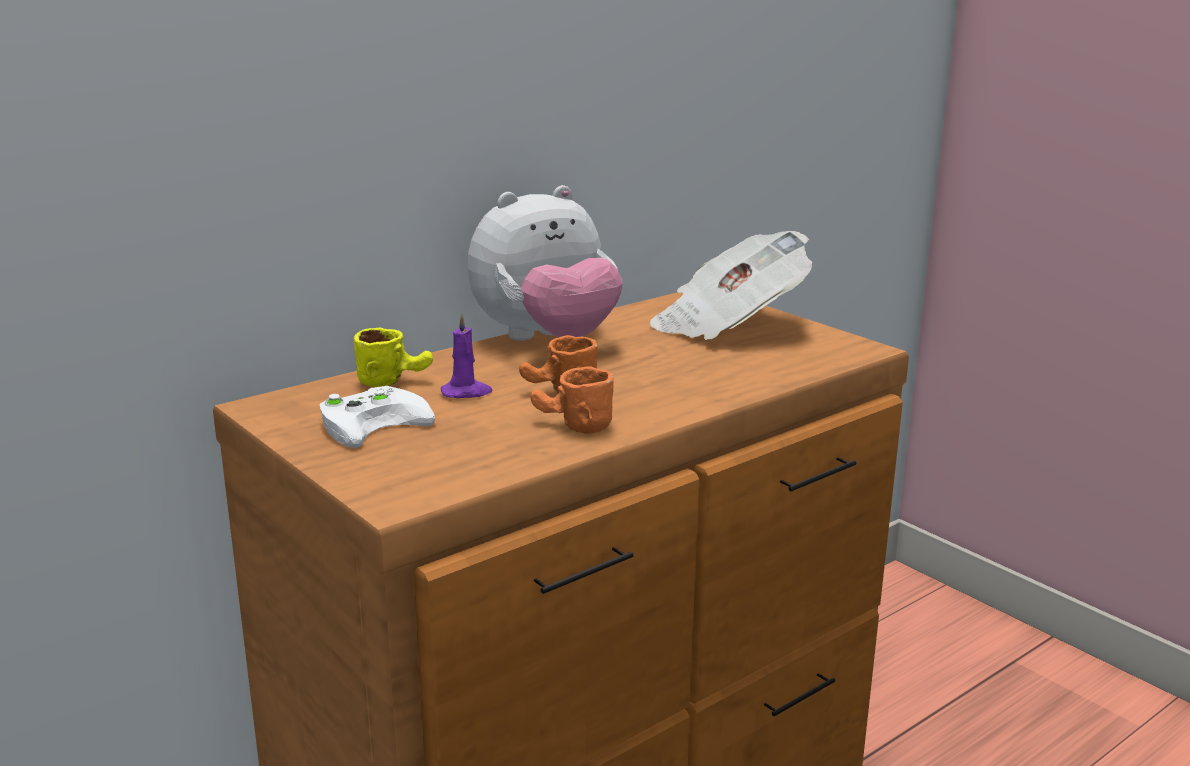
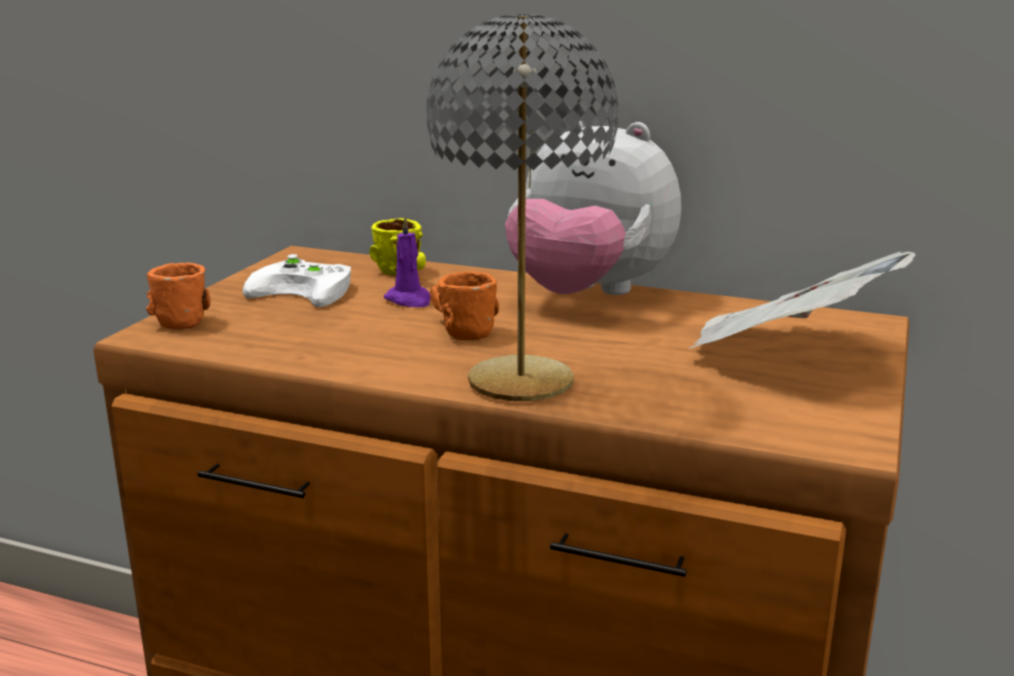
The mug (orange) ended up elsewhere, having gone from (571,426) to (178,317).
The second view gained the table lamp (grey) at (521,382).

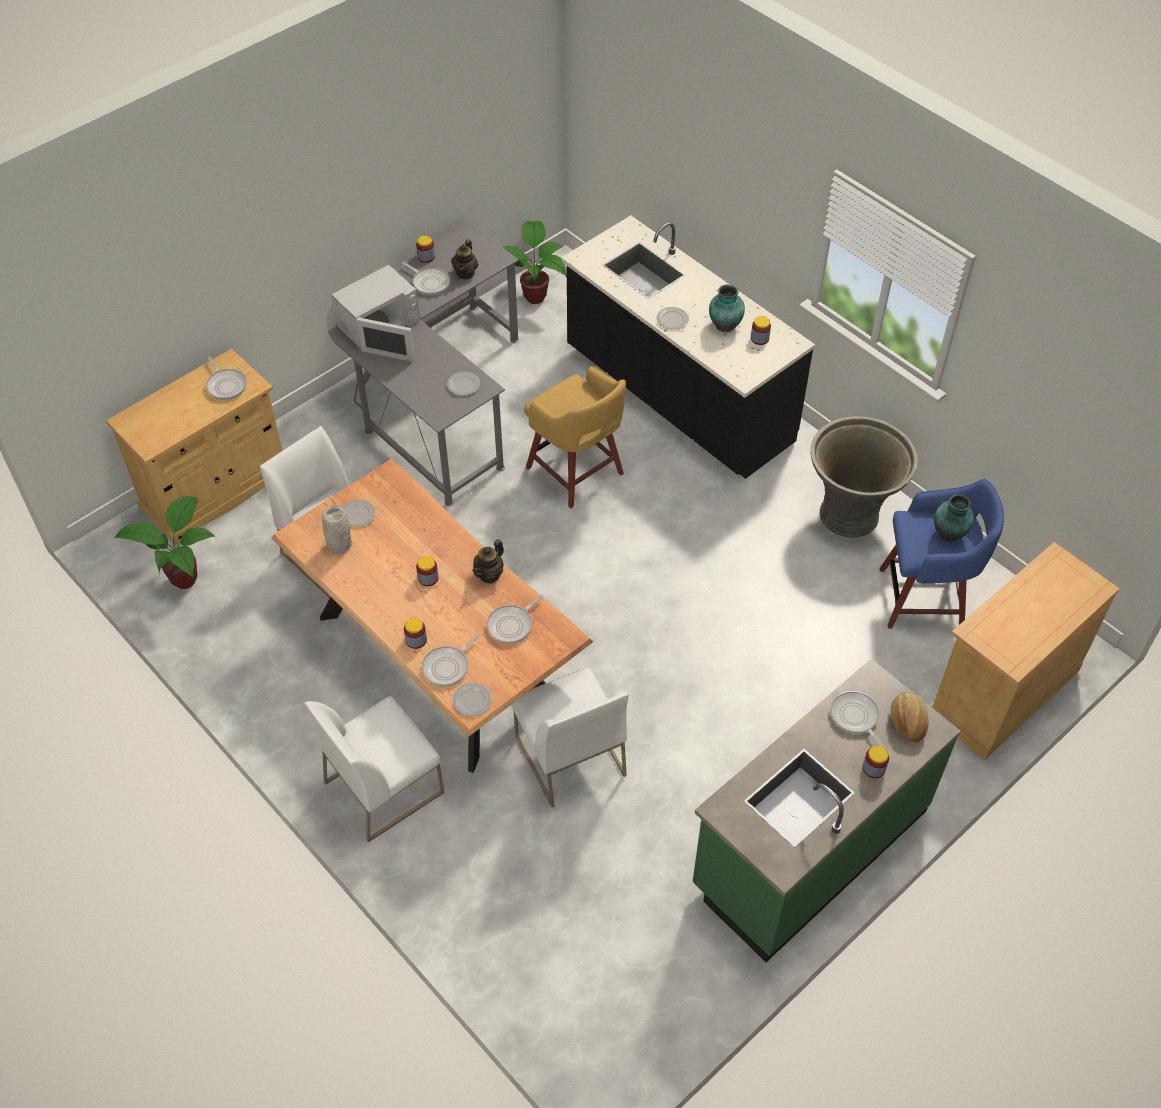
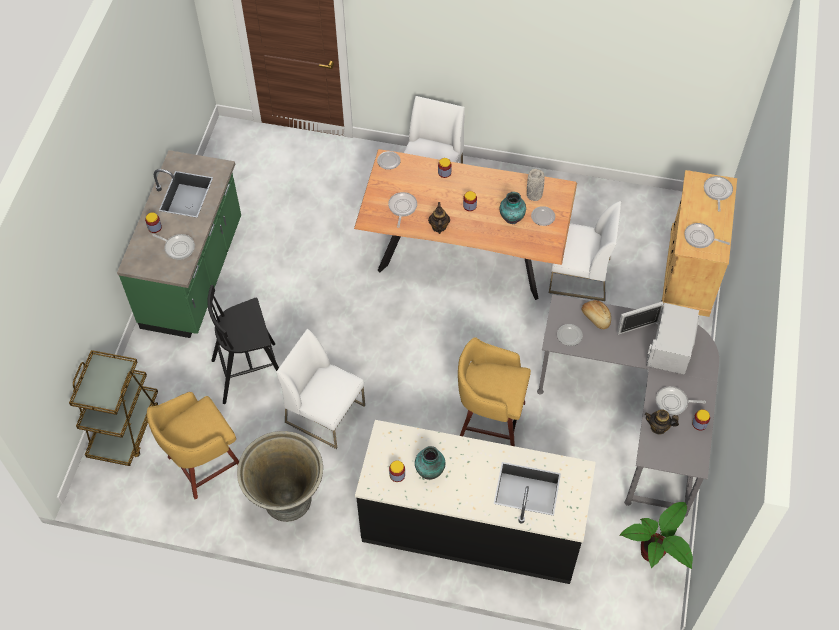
The teapot at (465,273) ended up facing another way, 60 degrees counterclockwise from before.
The second view lost the plate at (672,319).
What was the stool (blue) at (925,599) turned into the stool (yellow) at (203,464).
The vase ended up elsewhere, having gone from (949,534) to (511,218).
The second view lost the potted plant at (186,577).
Where the cabinet (beige) stood at (1003,691), the cart (brown) came to stand at (124,428).
The frying pan ended up elsewhere, having gone from (448,666) to (717,191).
The chair (white) ended up elsewhere, having gone from (569,755) to (326,413).
The bread ended up elsewhere, having gone from (908,721) to (595,318).
The second view gained the stool (black) at (251,372).

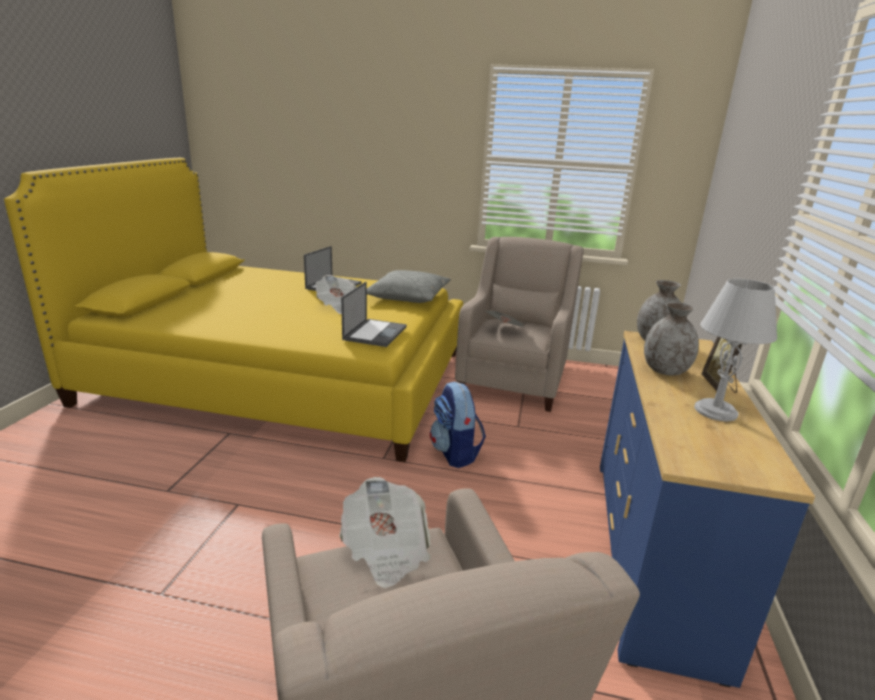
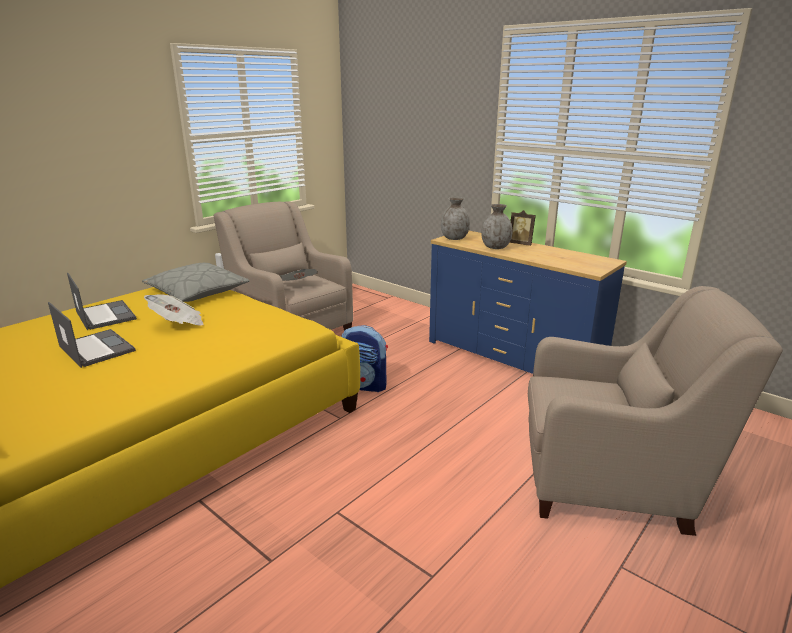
The second view lost the table lamp (grey) at (715,411).
The laptop ended up elsewhere, having gone from (375,333) to (96,348).
The second view lost the newspaper at (386,550).

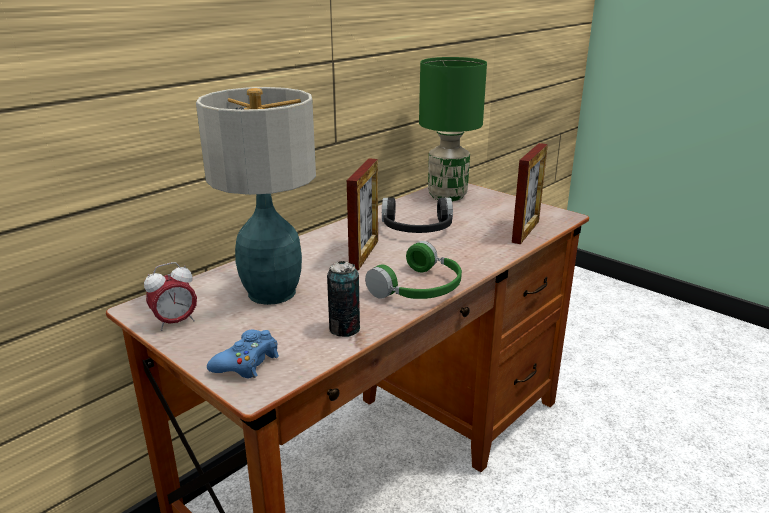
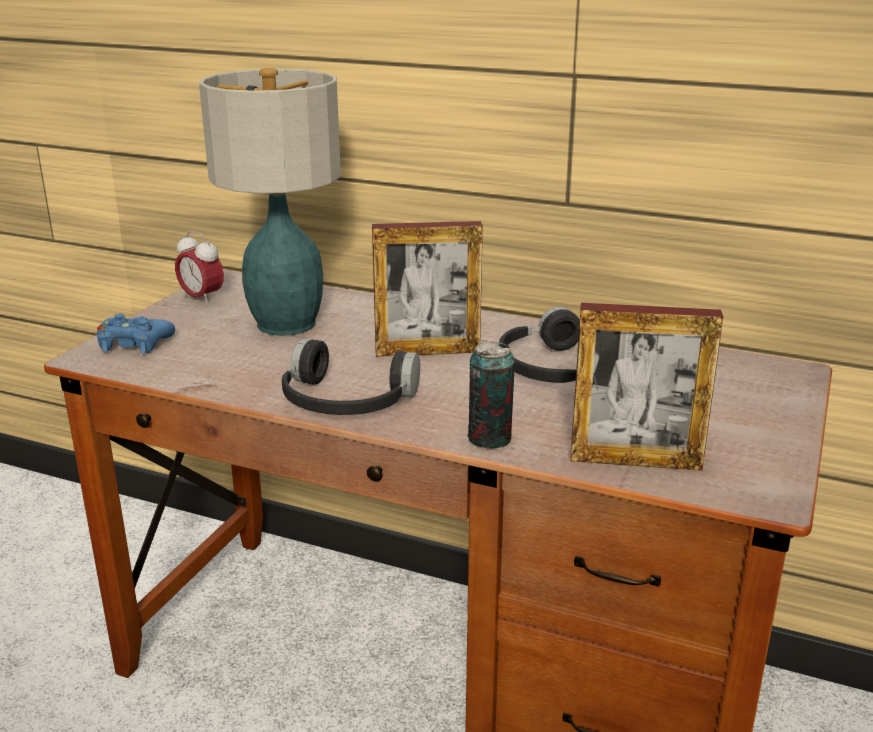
The second view lost the table lamp (green) at (448,196).
What was the headphones (green) at (420,288) turned into the headphones (black) at (345,402).
The can ended up elsewhere, having gone from (344,329) to (489,438).

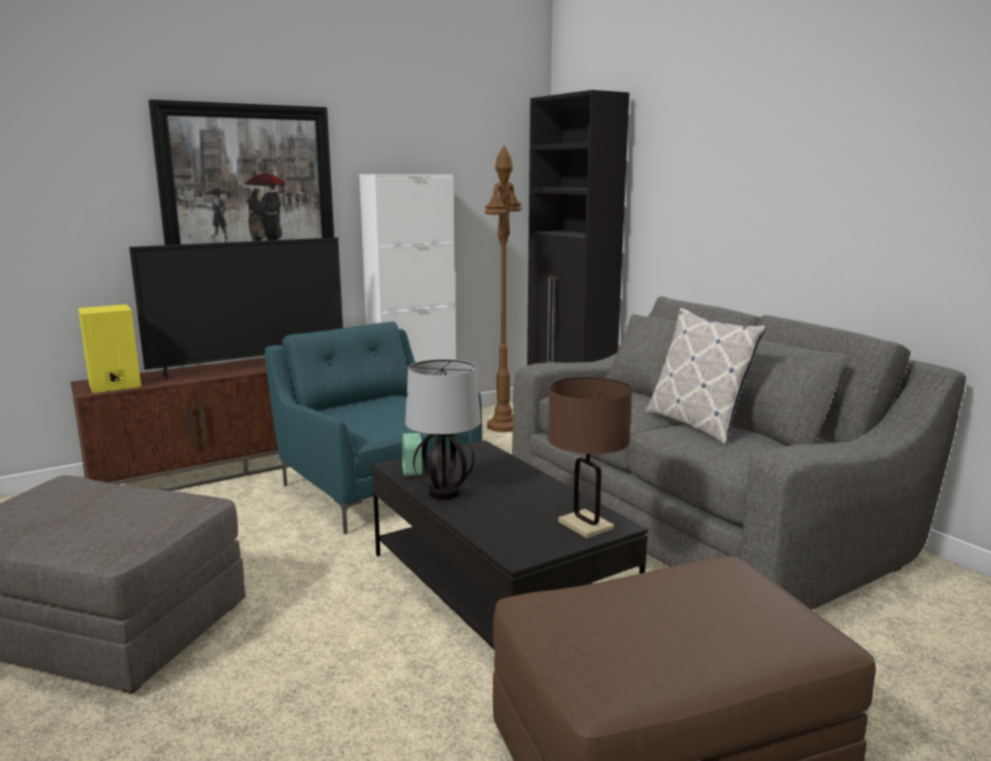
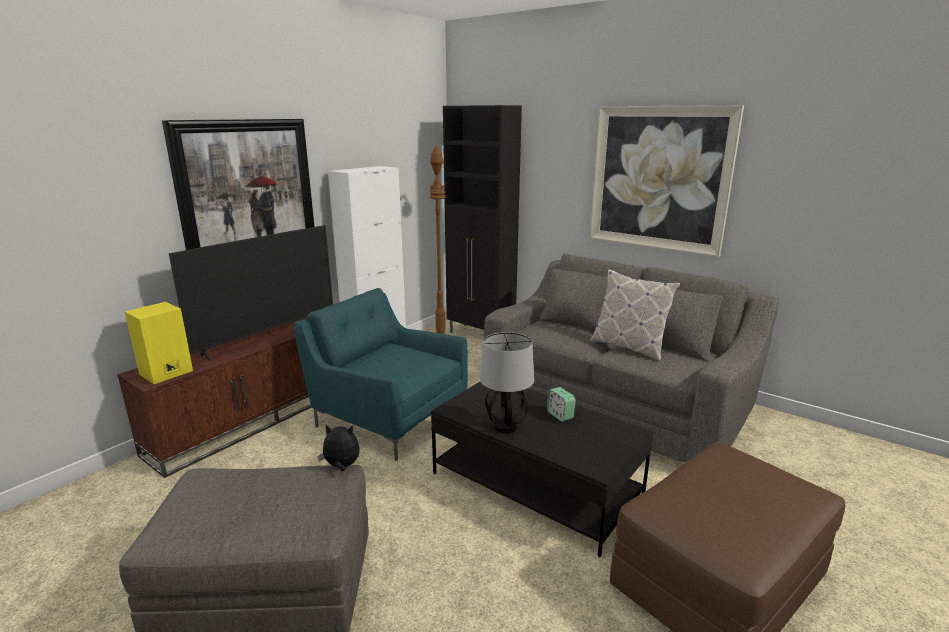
The second view lost the table lamp (brown) at (586,525).
The alarm clock ended up elsewhere, having gone from (412,470) to (560,415).
The second view gained the picture at (659,179).
The second view gained the plush toy at (342,466).

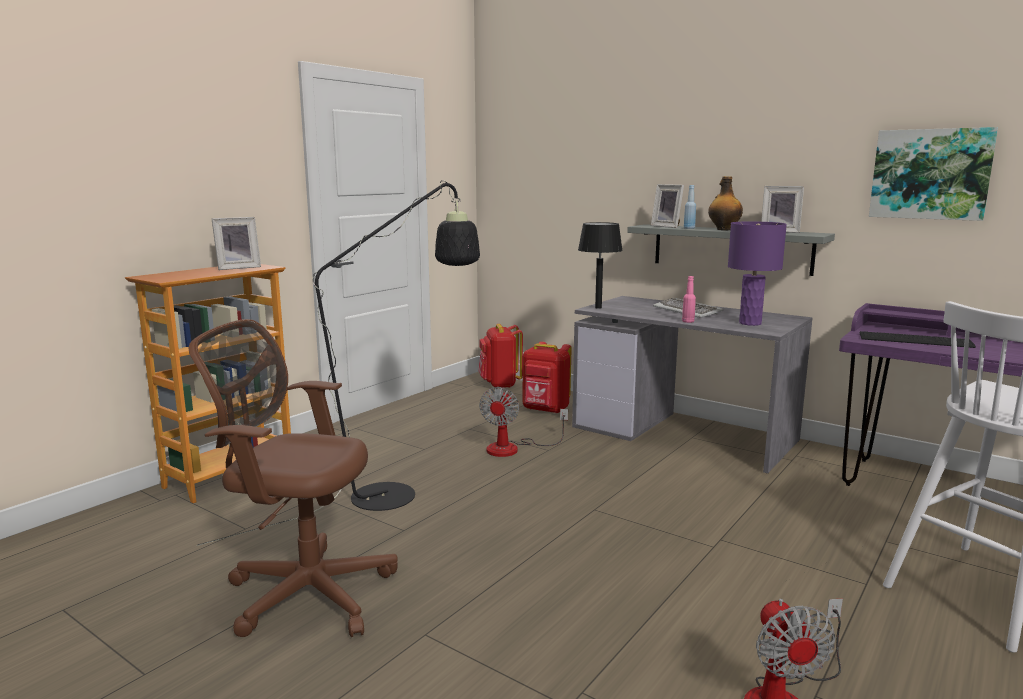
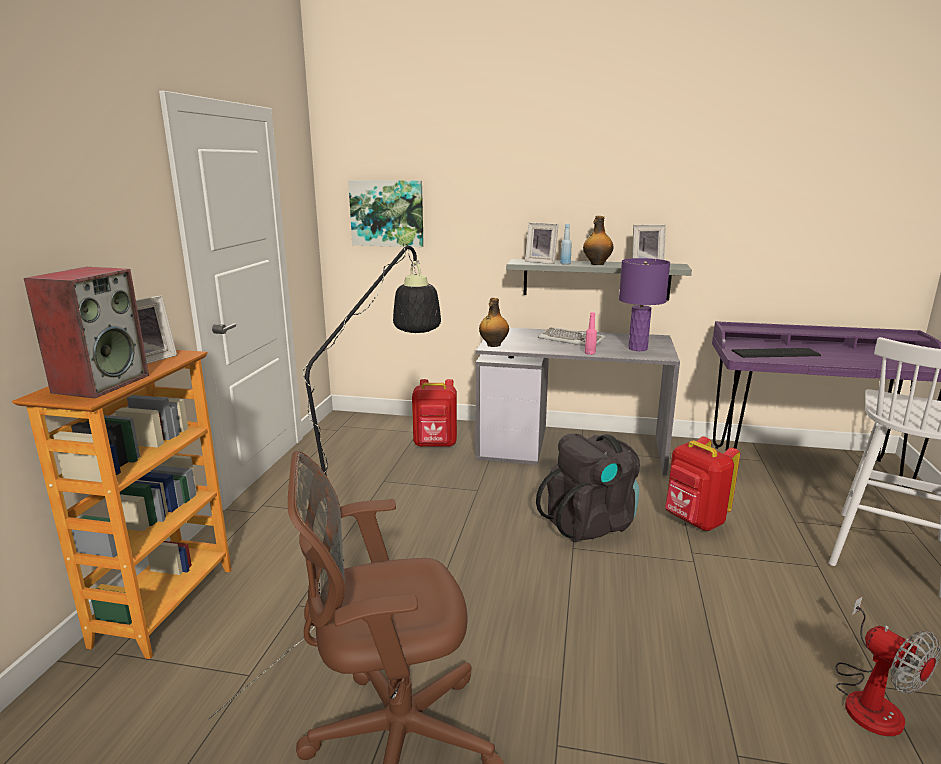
The picture ended up elsewhere, having gone from (930,174) to (387,213).
Where the table lamp (black) stood at (598,307), the bottle came to stand at (493,345).
The backpack (red) ended up elsewhere, having gone from (500,384) to (694,521).
The second view lost the fan at (513,448).
The second view gained the speaker at (101,383).
The second view gained the backpack (black) at (590,523).

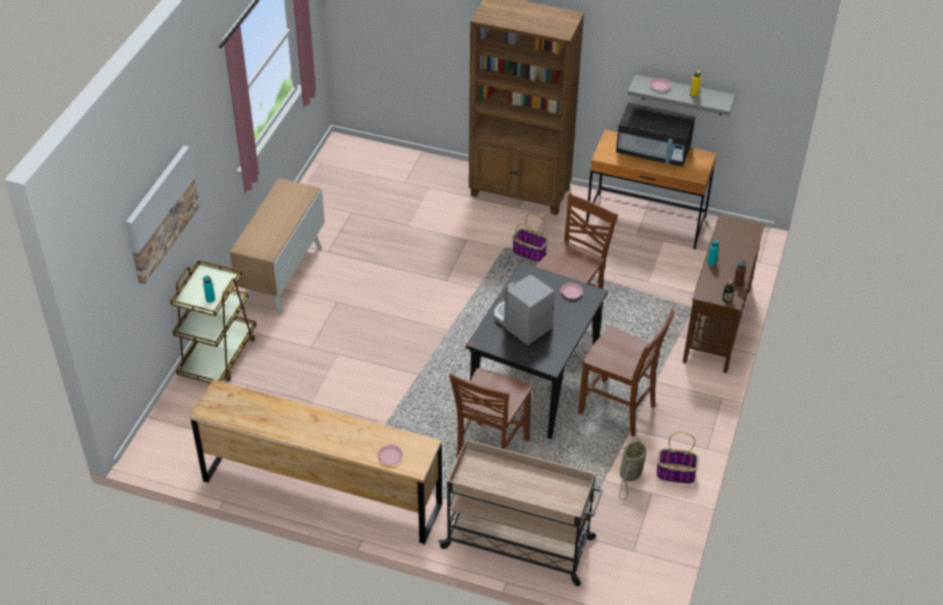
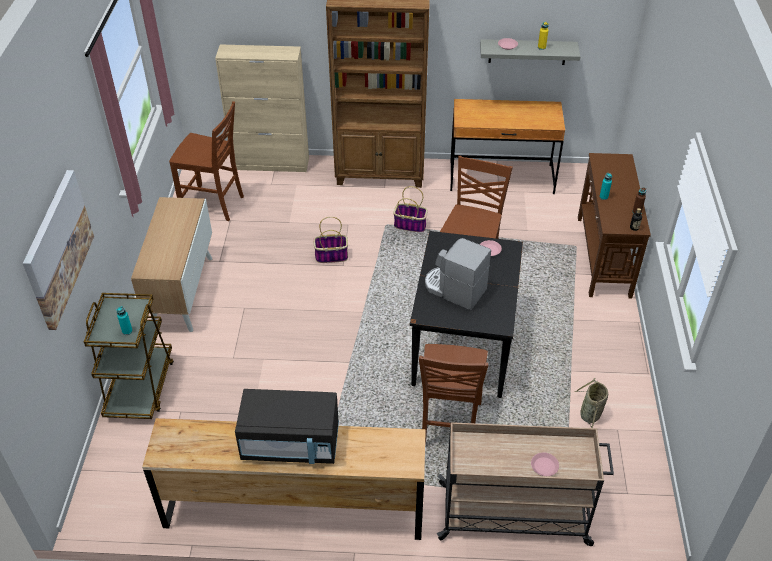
The microwave (black) ended up elsewhere, having gone from (653,152) to (291,443).
The chair (brown) ended up elsewhere, having gone from (618,409) to (214,204).
The basket ended up elsewhere, having gone from (675,474) to (331,256).
The plate (pink) ended up elsewhere, having gone from (390,456) to (544,466).
The second view gained the cabinet (beige) at (271,163).

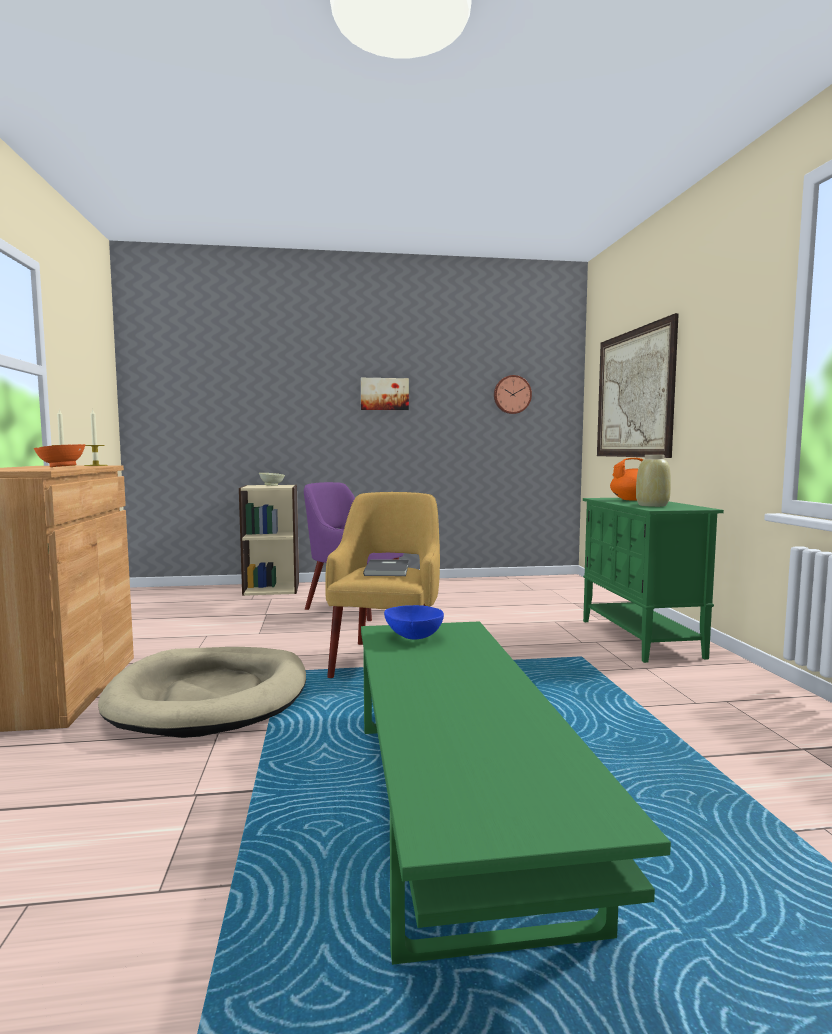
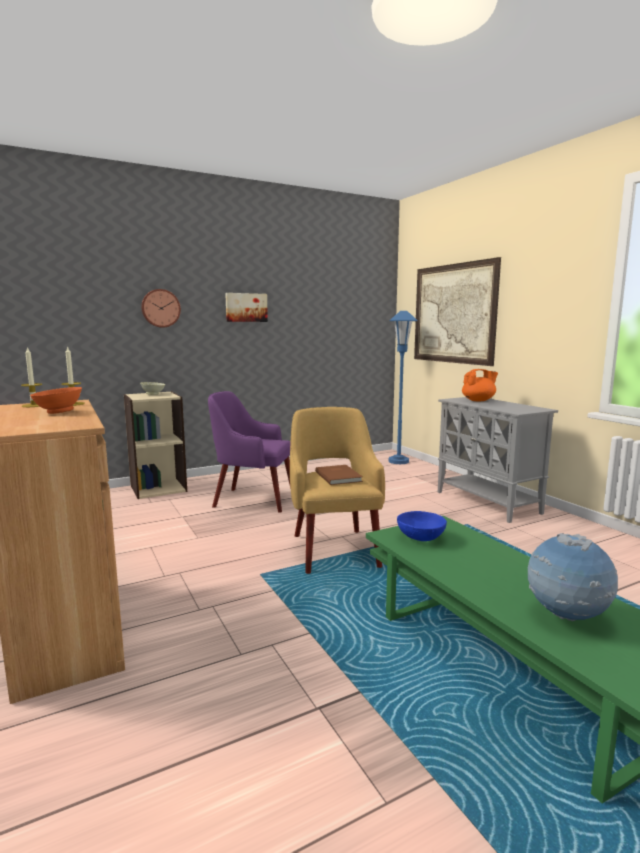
The wall clock ended up elsewhere, having gone from (512,394) to (160,308).
The second view lost the vase (beige) at (652,505).
What was the cabinet (green) at (640,639) turned into the cabinet (grey) at (488,503).
What was the book (grey) at (388,570) turned into the book (brown) at (339,476).
The second view lost the dog bed (beige) at (210,696).
The second view gained the floor lamp (blue) at (398,461).
The second view gained the globe at (566,617).

